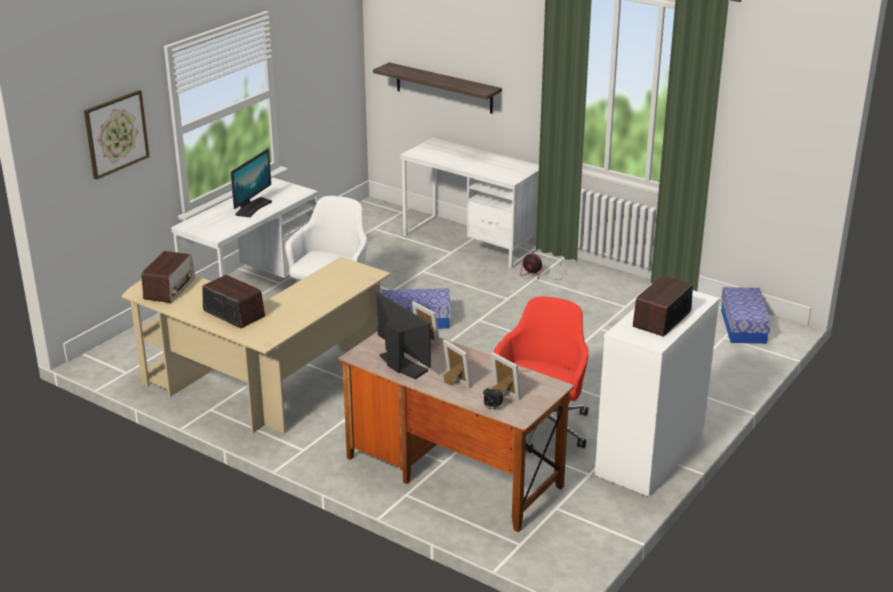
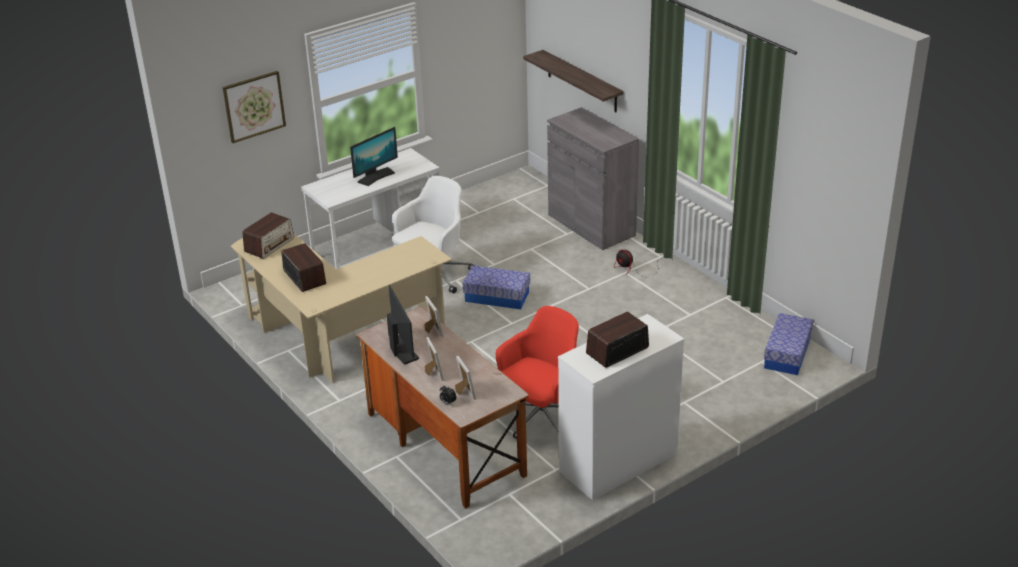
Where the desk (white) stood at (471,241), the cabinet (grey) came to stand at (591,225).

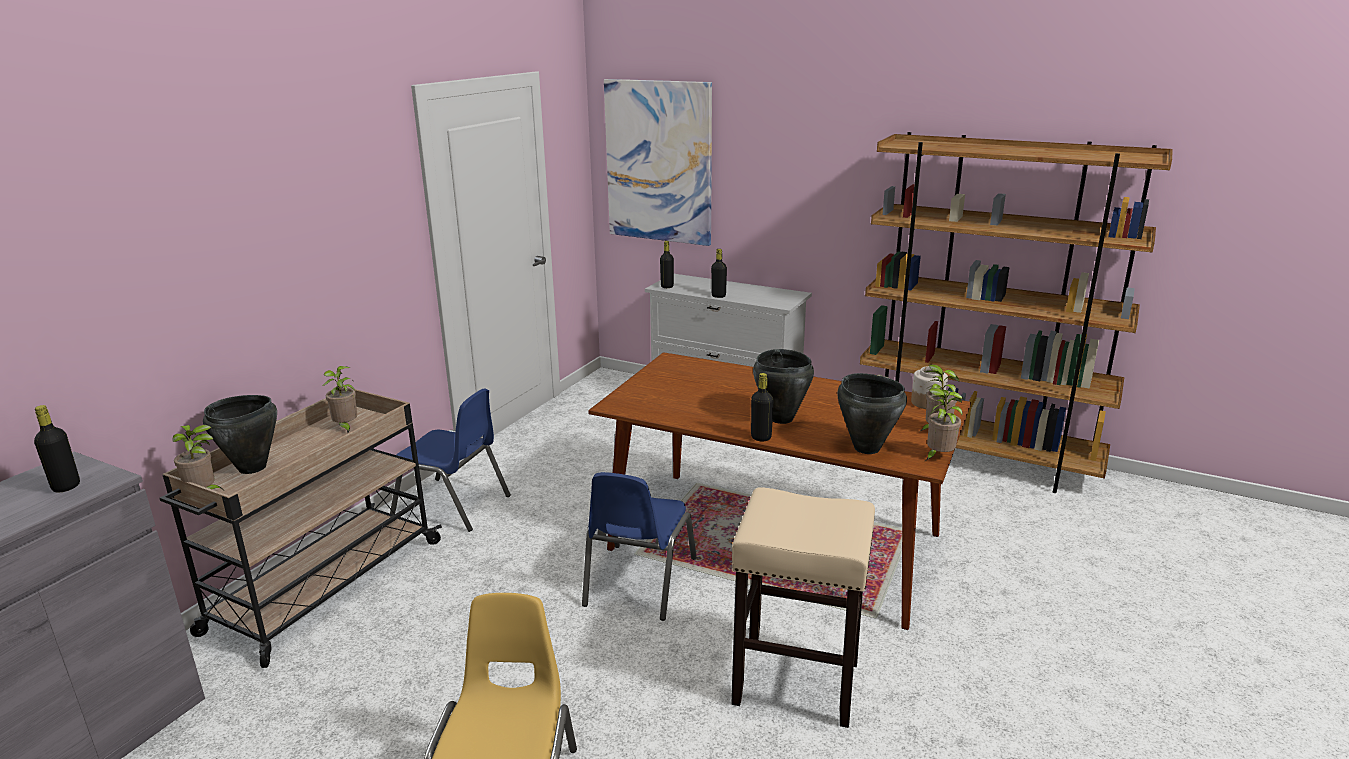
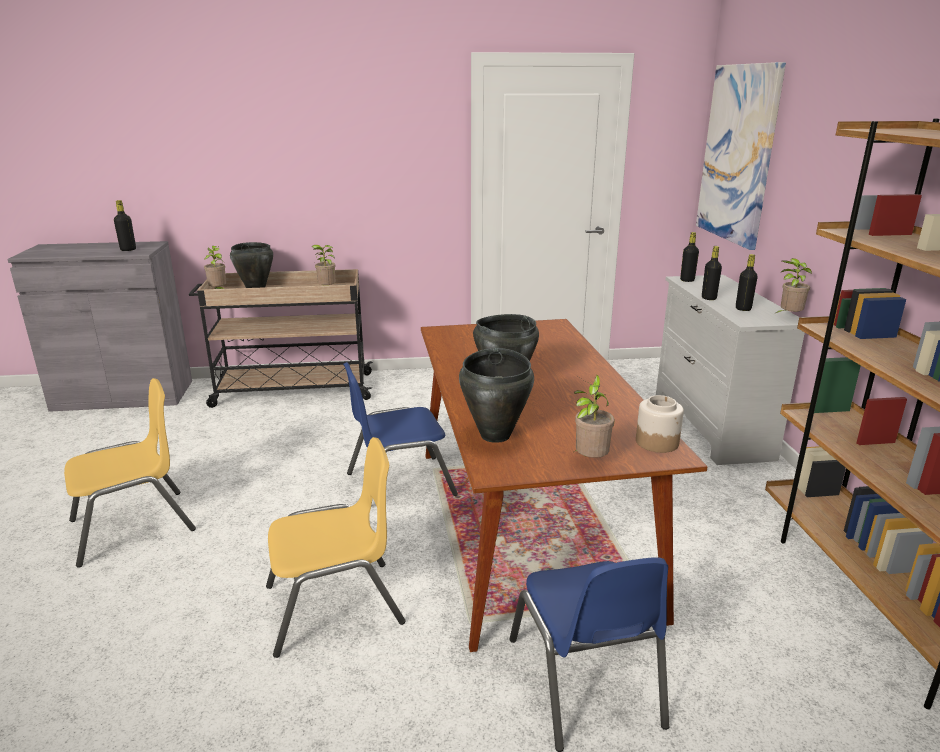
The bottle (black) ended up elsewhere, having gone from (761,437) to (743,309).
The chair (blue) ended up elsewhere, having gone from (452,505) to (585,682).
The potted plant ended up elsewhere, having gone from (938,456) to (788,316).
Where the stool (beige) stood at (798,682), the chair (yellow) came to stand at (335,606).

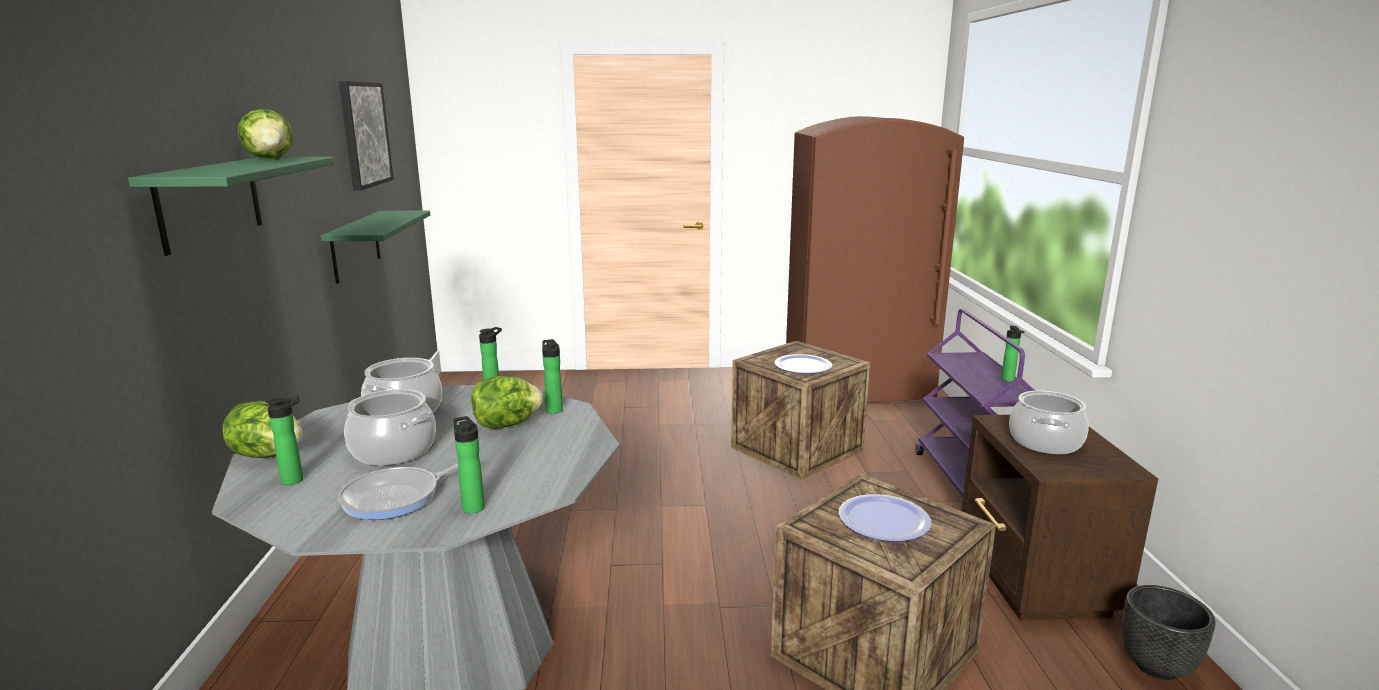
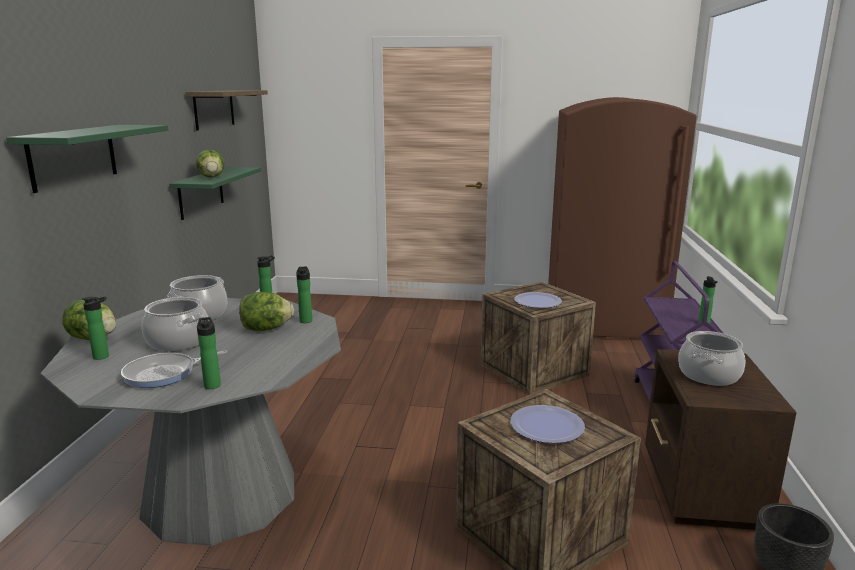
Where the picture hung at (364,134), the shelf came to hang at (214,109).
The lettuce ended up elsewhere, having gone from (270,159) to (211,177).

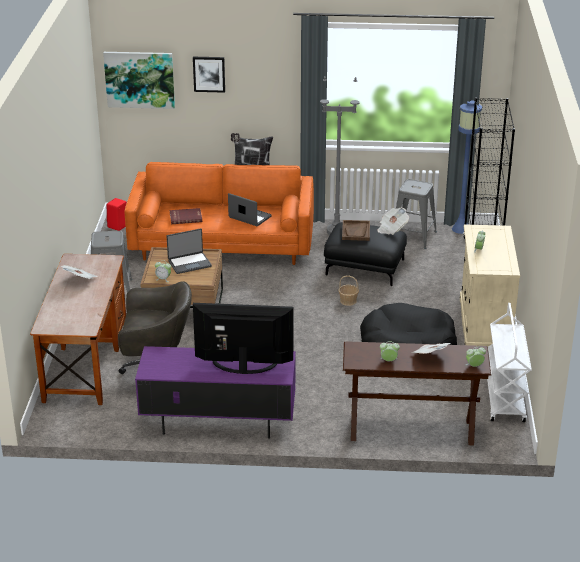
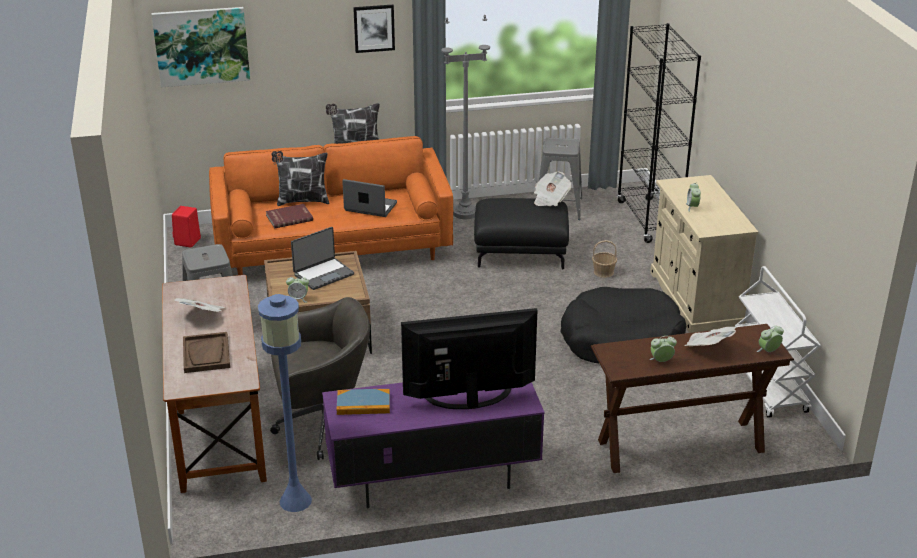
The picture ended up elsewhere, having gone from (209,74) to (374,28).
The floor lamp (blue) ended up elsewhere, having gone from (460,229) to (295,501).
The tray (brown) ended up elsewhere, having gone from (356,231) to (206,354).
The basket ended up elsewhere, having gone from (348,301) to (603,272).
The second view gained the pillow at (302,201).
The second view gained the book at (363,404).

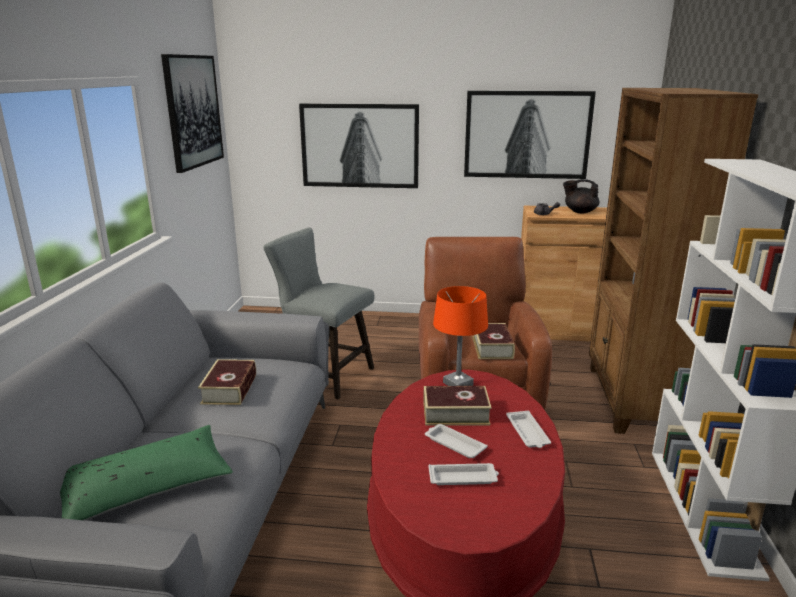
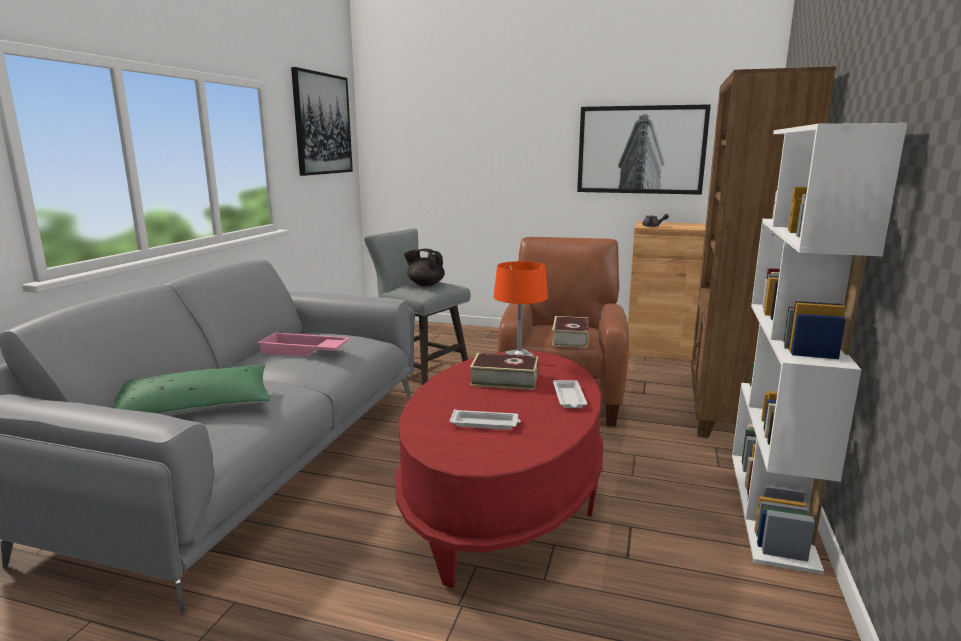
The second view lost the picture at (359,146).
The teapot (black) ended up elsewhere, having gone from (579,212) to (425,284).
Where the book stood at (229,389), the tray (pink) came to stand at (303,351).
The second view lost the tray (white) at (454,444).

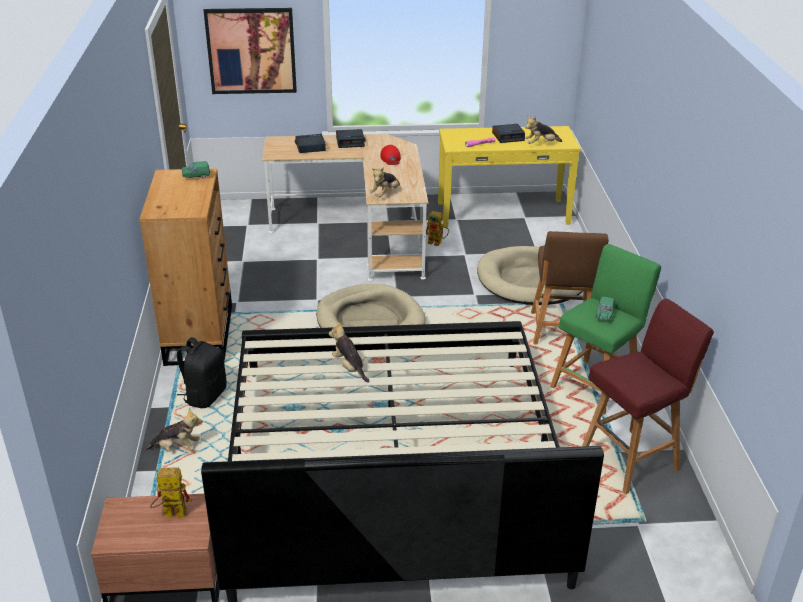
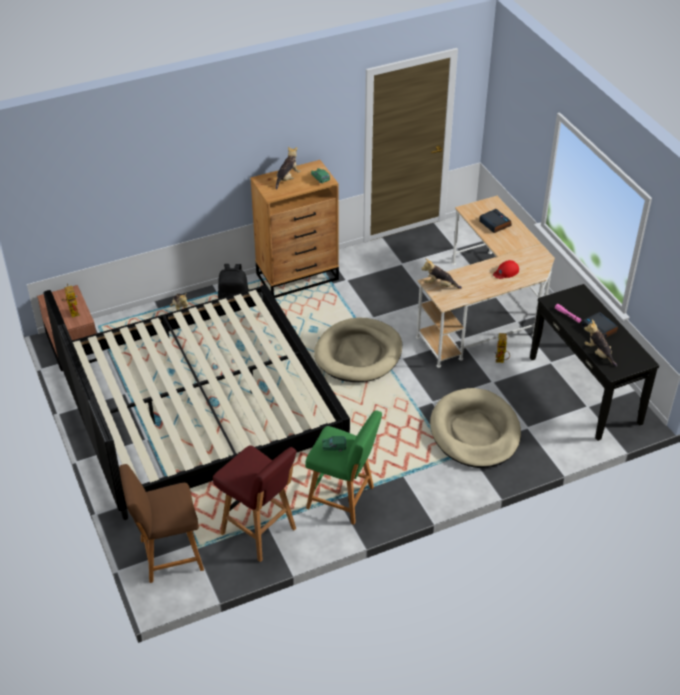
The second view lost the picture at (251,51).
What was the console table (yellow) at (503,213) turned into the console table (black) at (585,390).
The second view lost the alarm clock at (350,142).
The stool (brown) ended up elsewhere, having gone from (561,332) to (168,555).
The plush toy ended up elsewhere, having gone from (349,367) to (287,179).

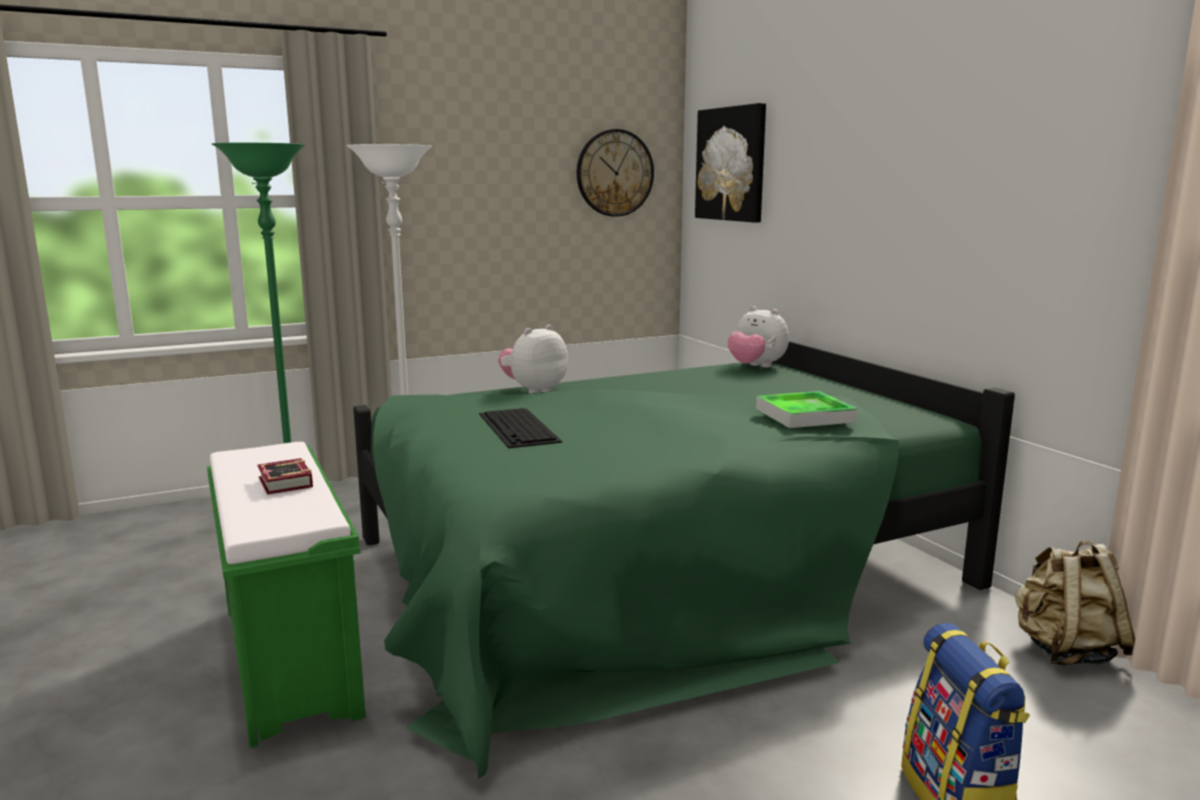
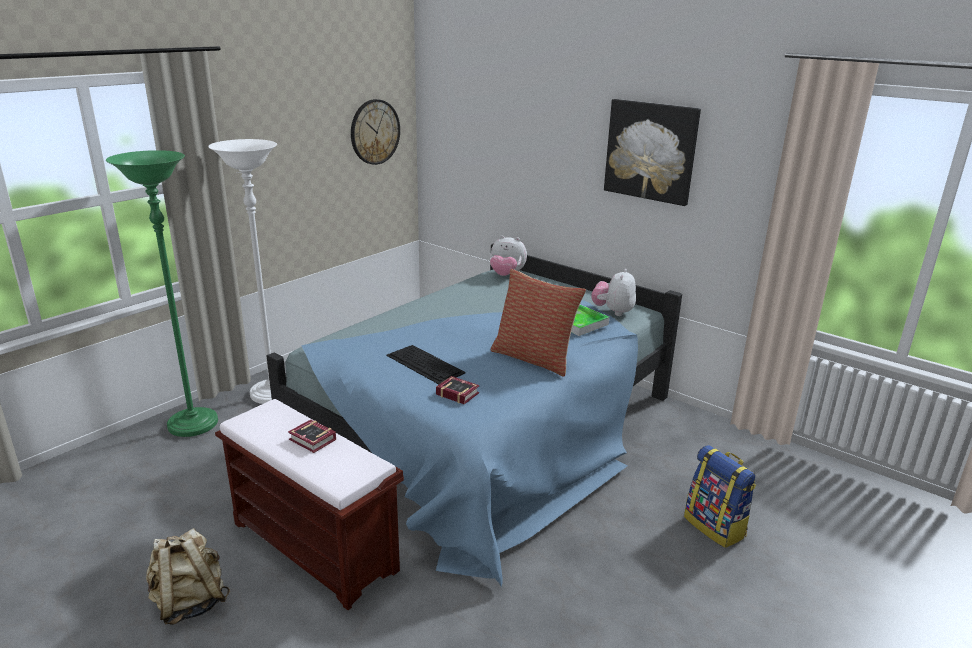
The picture ended up elsewhere, having gone from (731,164) to (651,151).
The plush toy ended up elsewhere, having gone from (533,391) to (613,312).
What was the bed (green) at (653,571) turned into the bed (blue) at (487,427).
What was the bench (green) at (291,659) turned into the bench (brown) at (316,546).
The backpack (beige) ended up elsewhere, having gone from (1065,652) to (190,602).
The second view gained the pillow at (534,358).
The second view gained the book at (456,393).

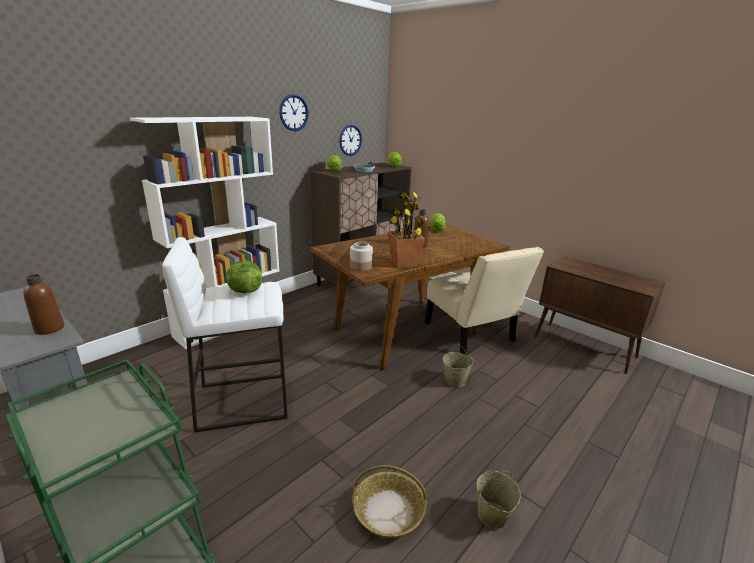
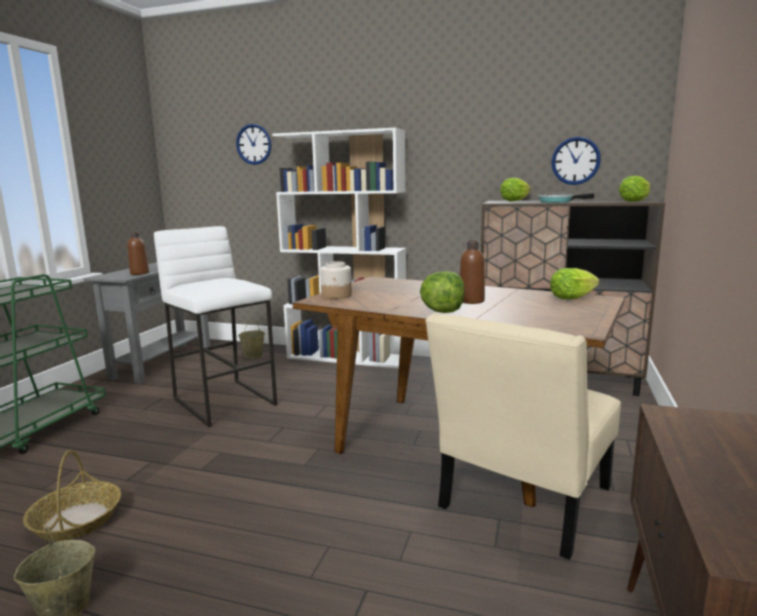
The wall clock ended up elsewhere, having gone from (293,113) to (254,144).
The second view lost the potted plant at (404,263).
The lettuce ended up elsewhere, having gone from (244,291) to (442,311).
The bucket (beige) ended up elsewhere, having gone from (455,381) to (253,355).

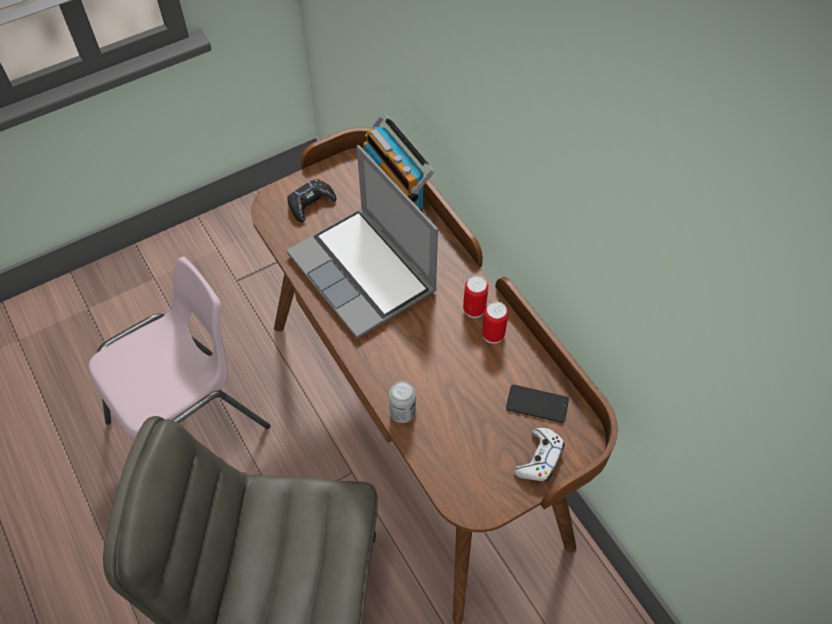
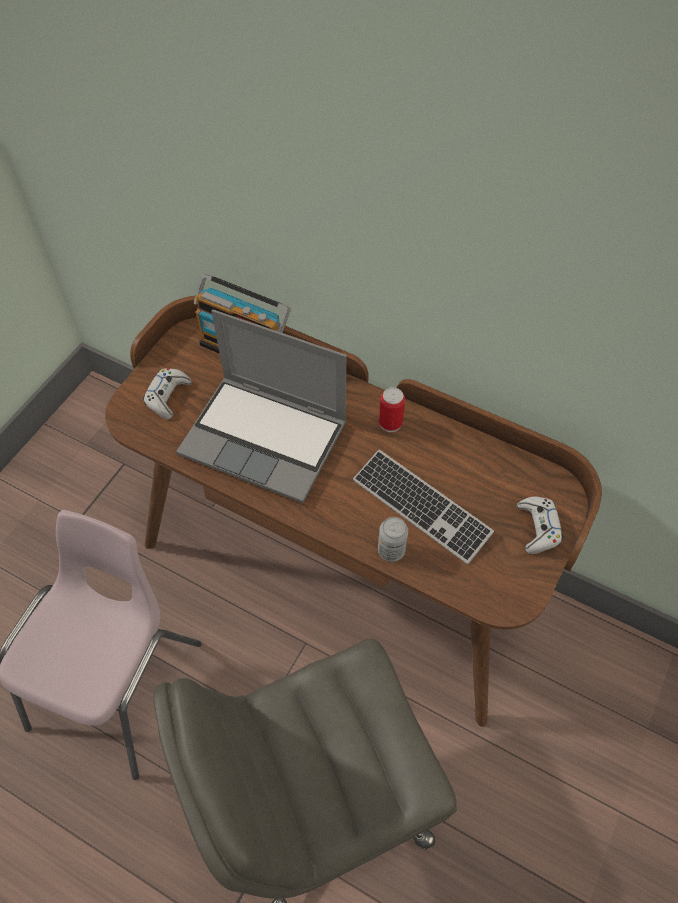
What was the game controller (black) at (311,204) turned into the game controller (white) at (167,396).
The second view lost the can at (493,334).
The second view lost the phone at (537,404).
The second view gained the keyboard at (421,507).

